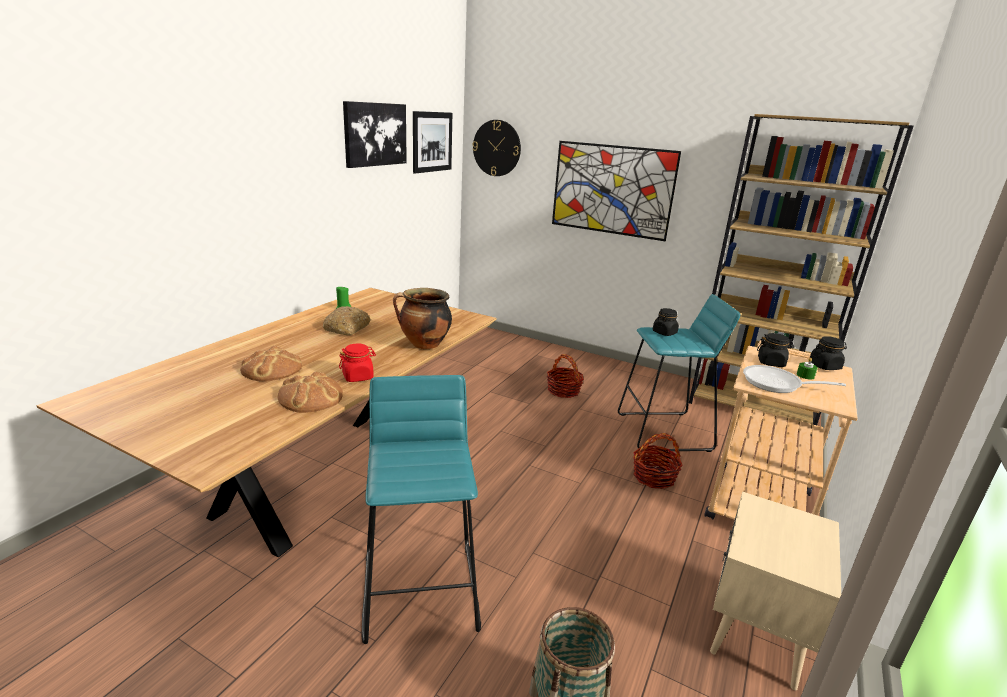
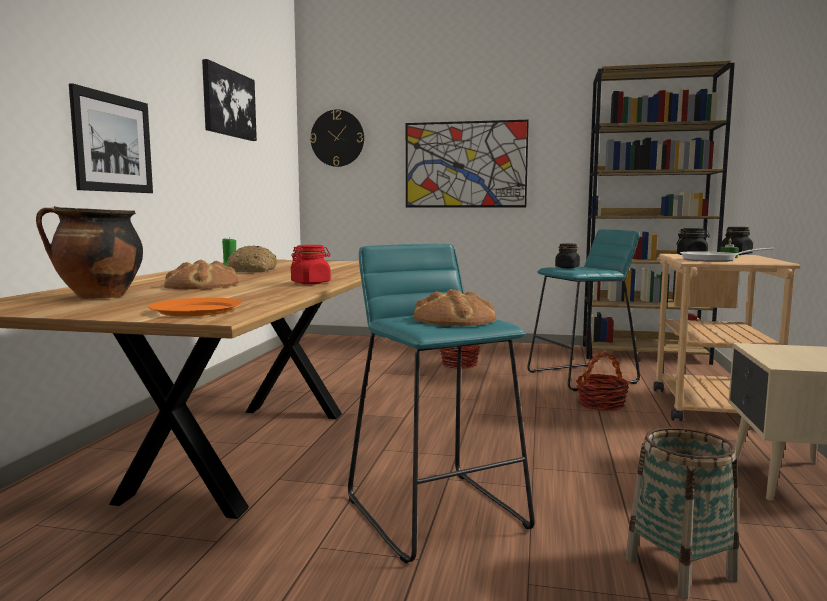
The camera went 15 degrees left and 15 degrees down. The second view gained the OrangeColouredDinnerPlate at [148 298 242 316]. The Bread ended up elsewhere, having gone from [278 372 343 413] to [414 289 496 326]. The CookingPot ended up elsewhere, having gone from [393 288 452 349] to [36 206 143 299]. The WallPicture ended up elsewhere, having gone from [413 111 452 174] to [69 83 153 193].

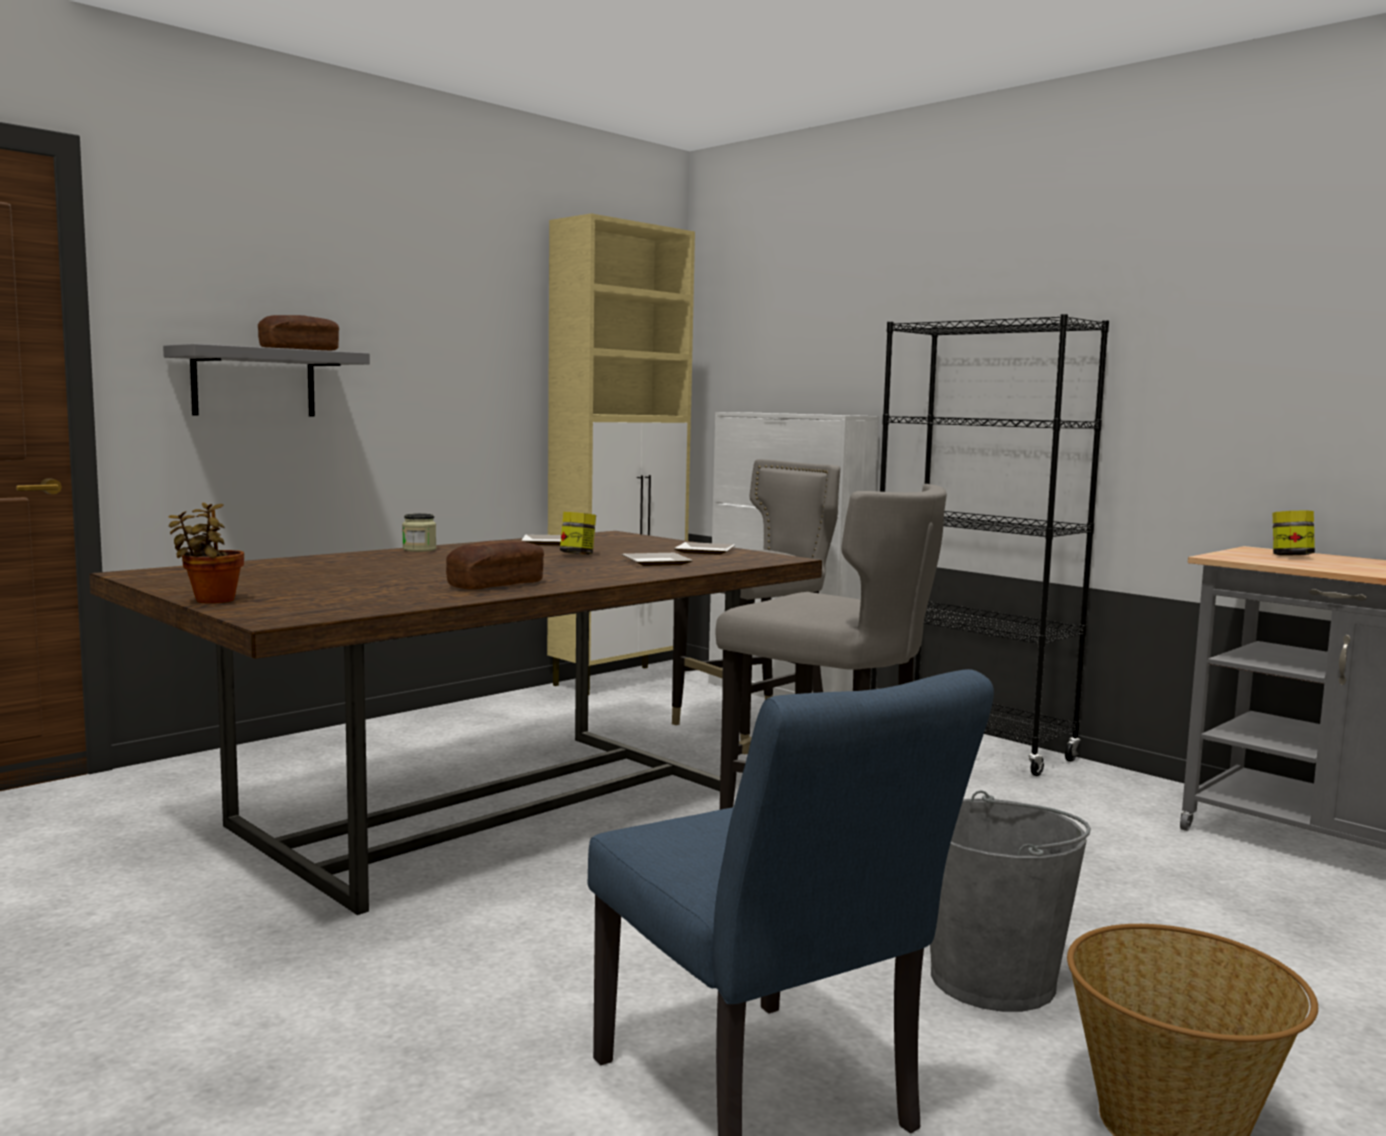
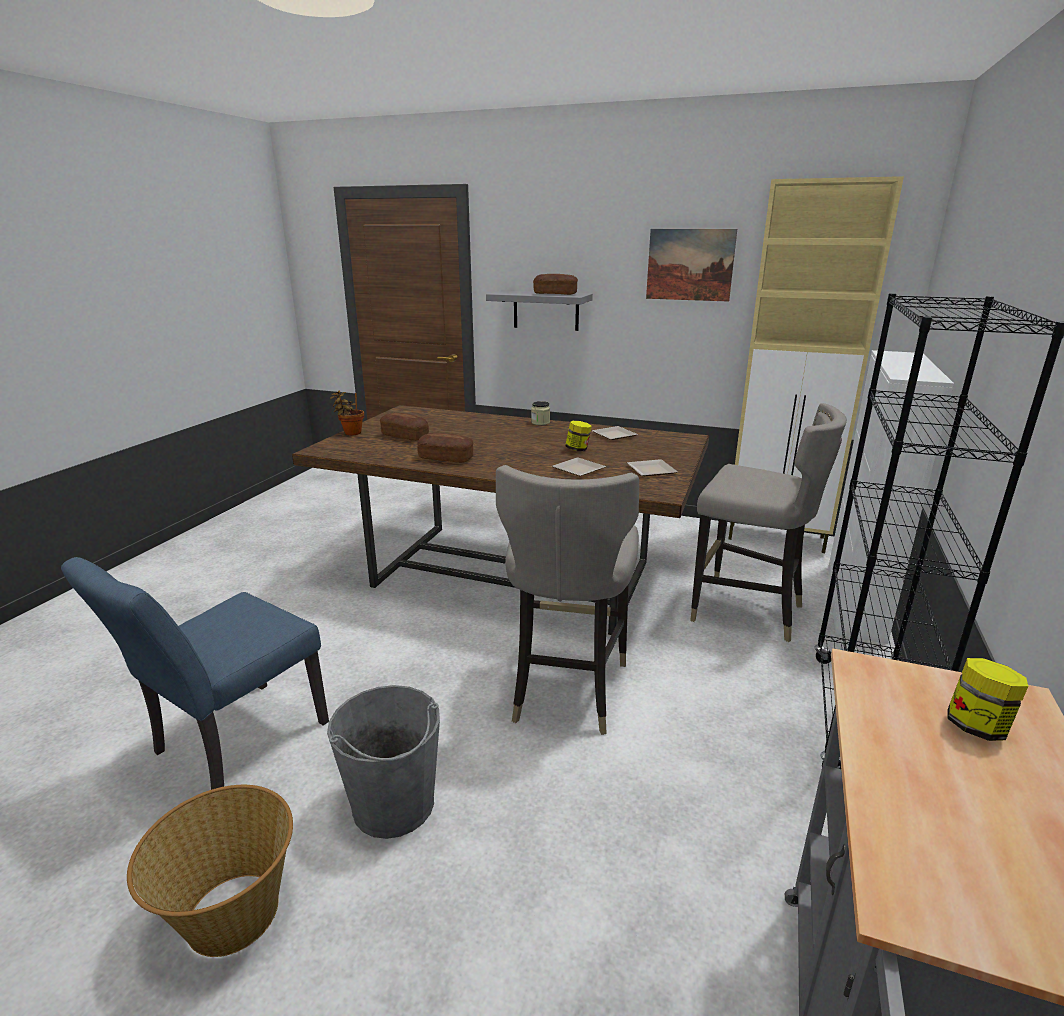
The camera went 65 degrees right and 15 degrees up. The second view gained the Bread at [380 413 429 441]. The second view gained the WallPicture at [646 229 737 302].

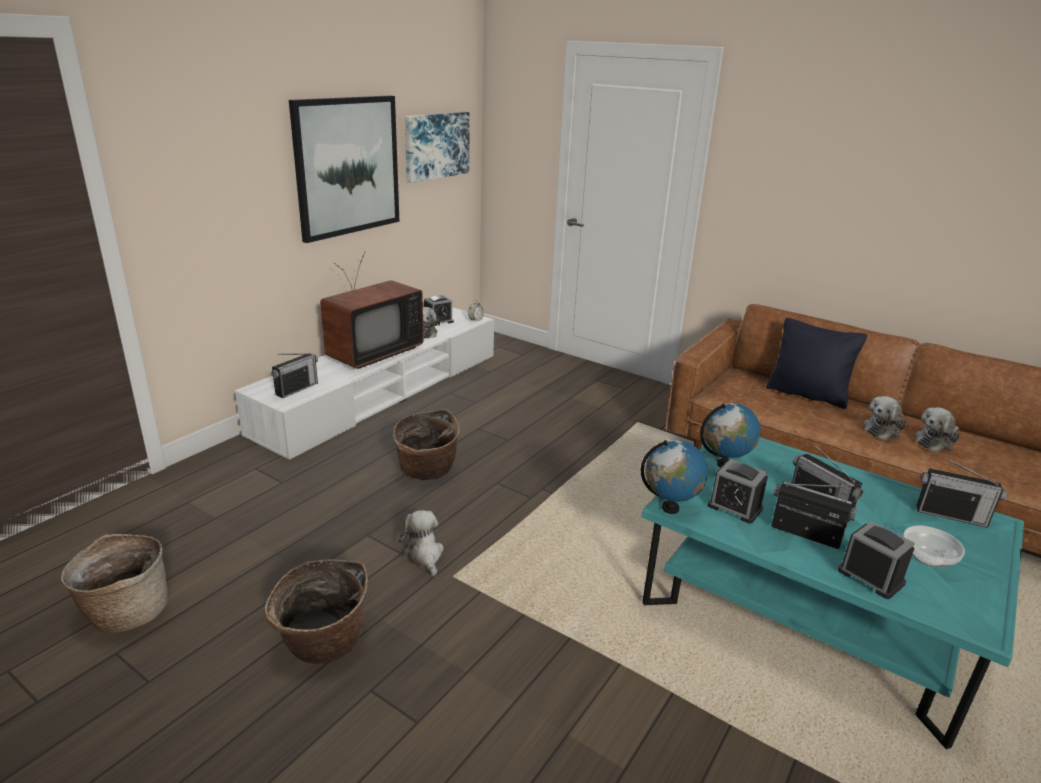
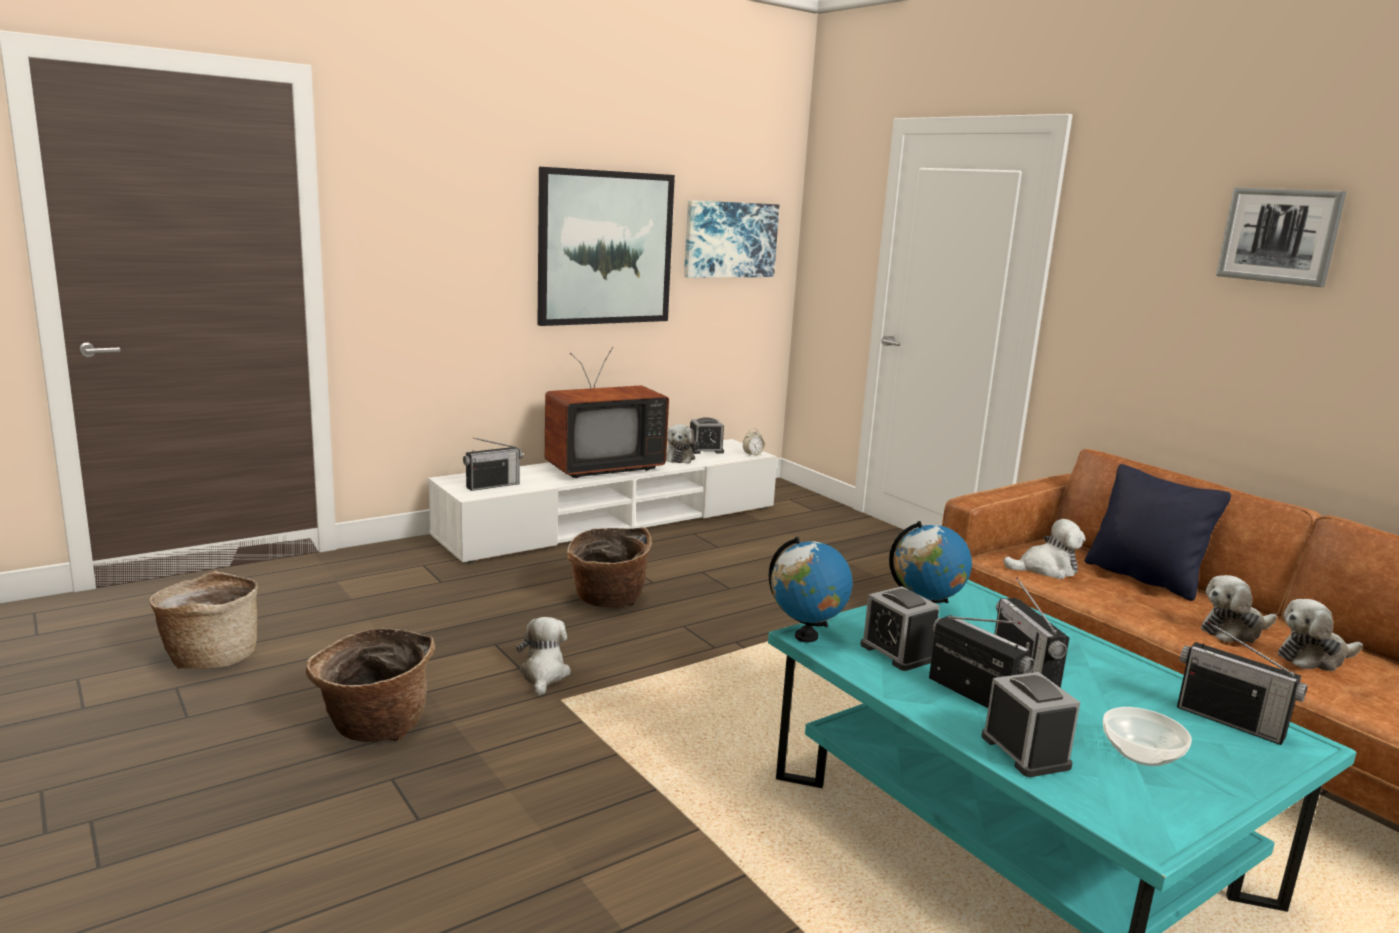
The camera went 20 degrees right and 10 degrees down. The second view gained the CuddlyToy at [1003 519 1086 579]. The second view gained the WallPicture at [1216 187 1346 287].

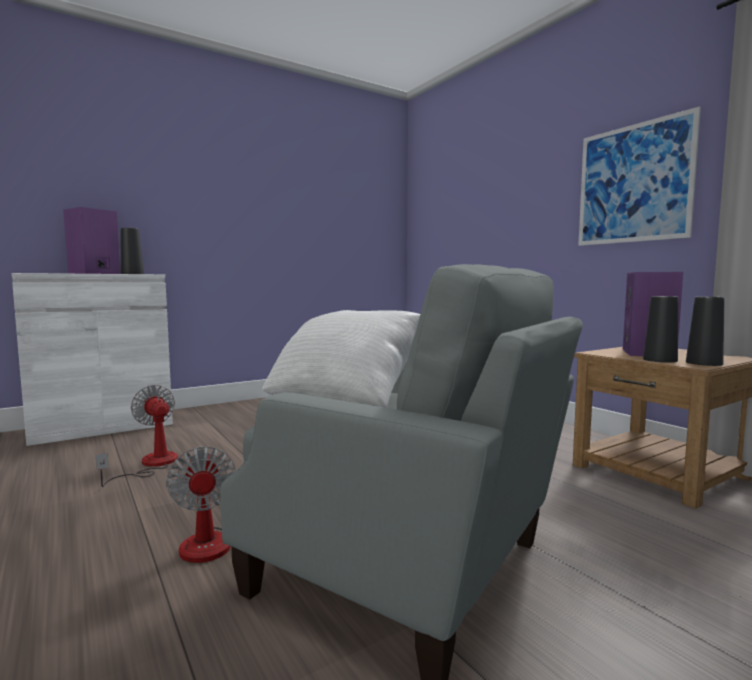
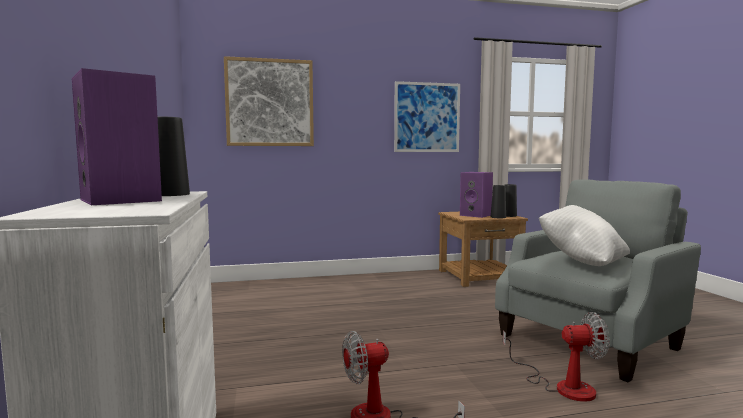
The camera went 70 degrees left and 0 degrees up. The second view gained the WallPicture at [224 56 314 146].

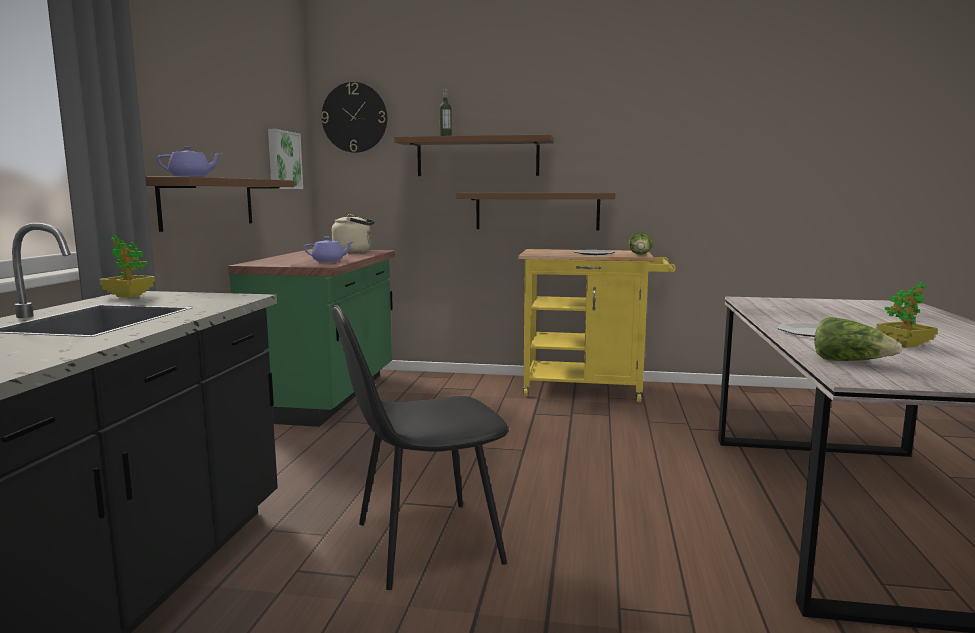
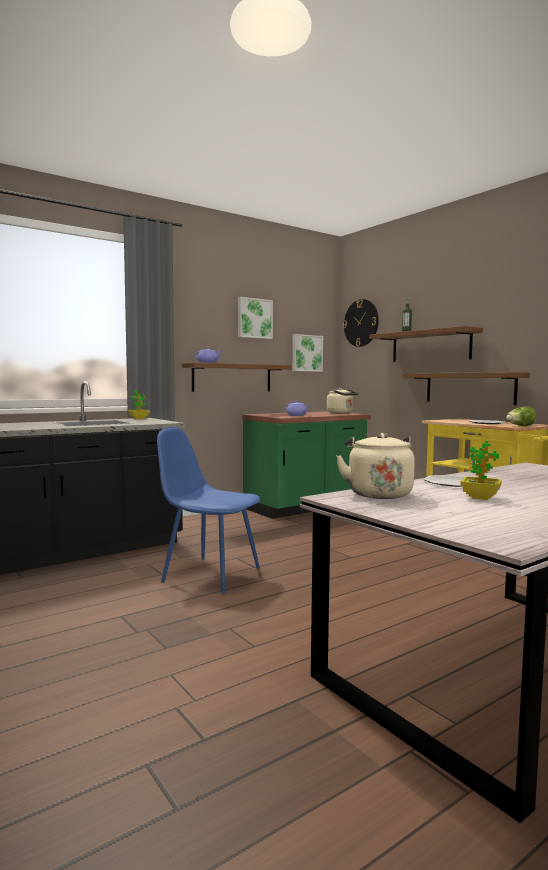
The camera went 45 degrees right and 5 degrees down. The second view gained the WallPicture at [238 297 273 339]. Where the Lettuce stood at [814 317 902 361], the BeigeColouredKettle came to stand at [336 433 415 499]. What was the BlackishChair at [332 305 509 590] turned into the BlueColouredChair at [157 427 260 594].

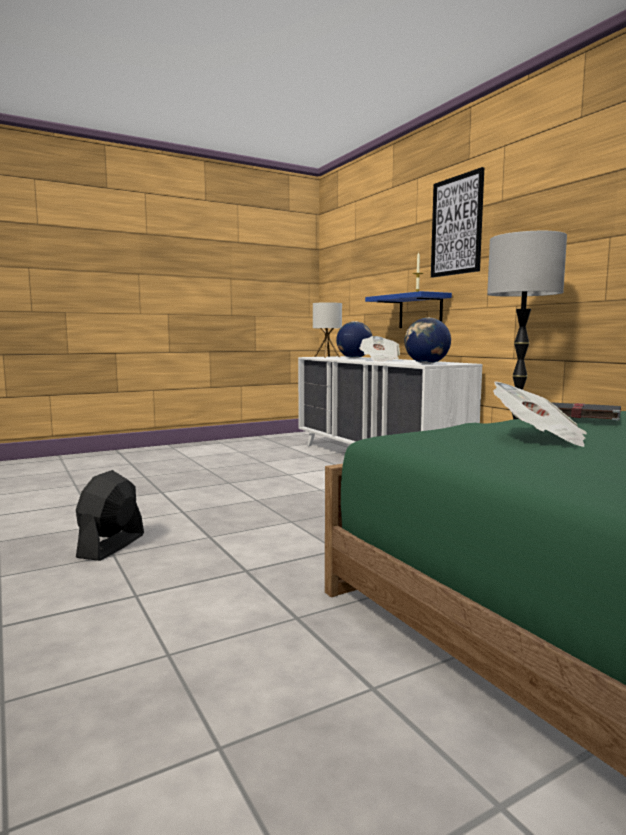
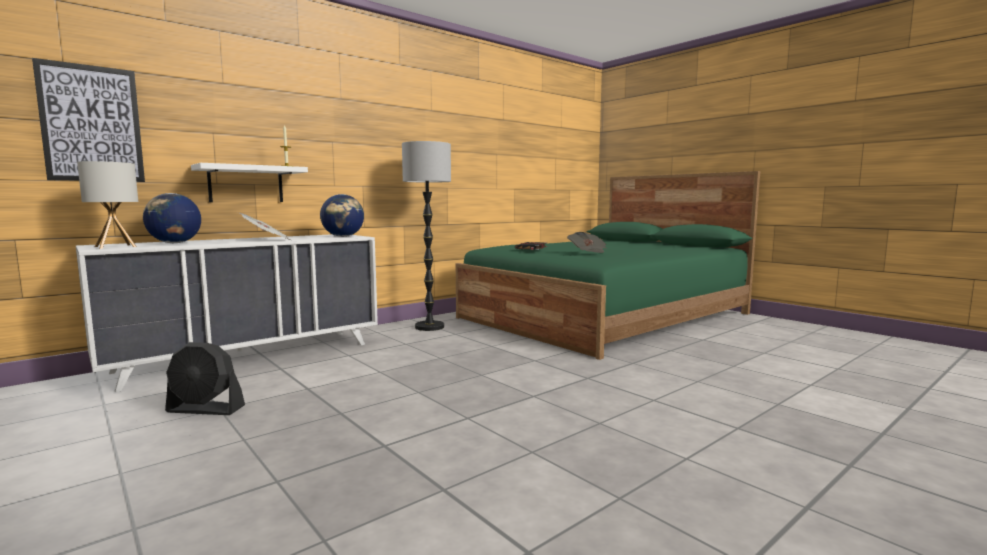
The camera went 100 degrees left and 0 degrees up. The BlackishCoolingFan ended up elsewhere, having gone from [76 470 144 561] to [165 342 245 415]. The WallPicture ended up elsewhere, having gone from [431 167 484 278] to [32 58 145 182]. What was the BlueColouredWallShelf at [365 291 452 328] turned into the WhitishWallShelf at [191 163 308 202].

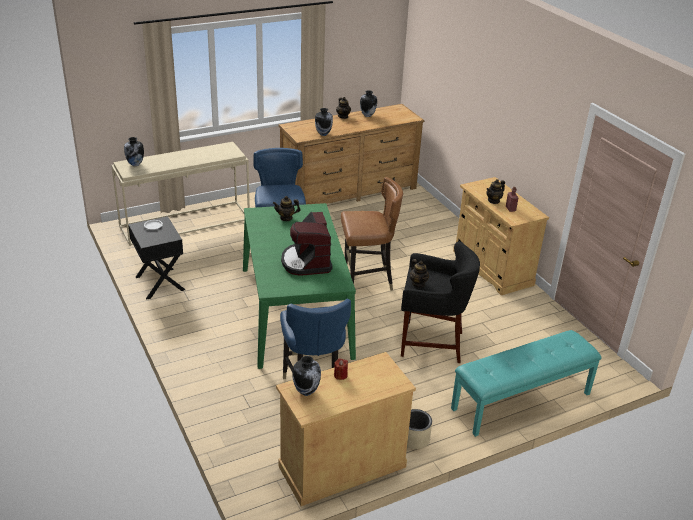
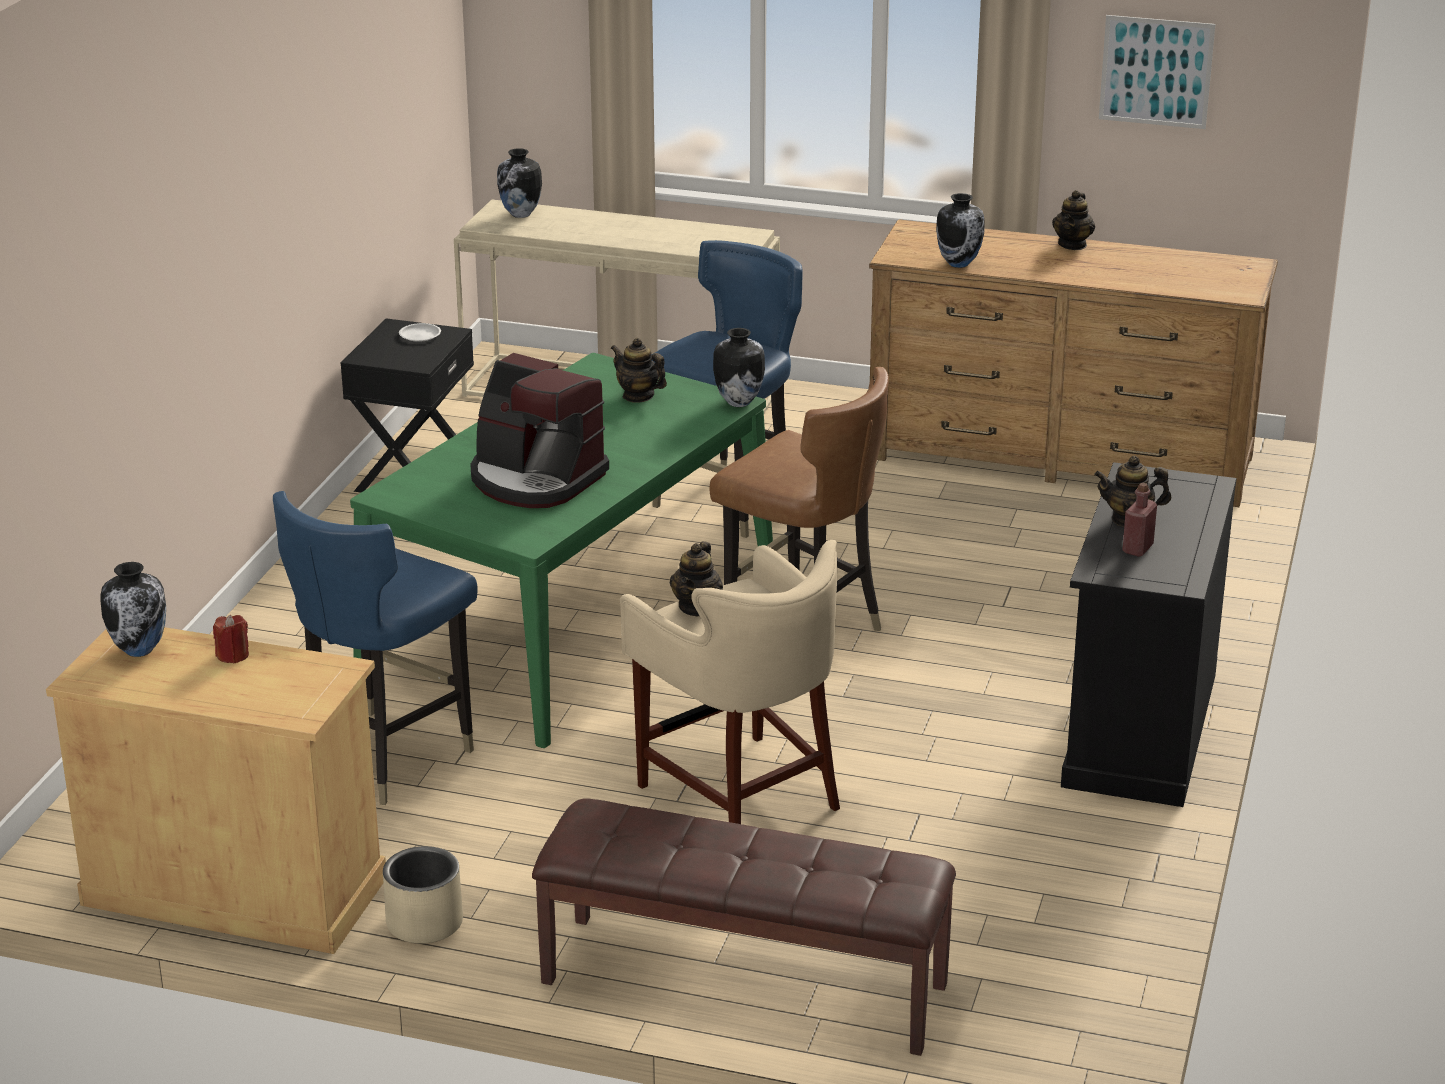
The camera went 45 degrees right and 5 degrees down. The second view gained the WallPicture at [1099 15 1215 129]. The DecorativeVase ended up elsewhere, having gone from [360 90 377 117] to [713 328 765 407]. What was the BlackishStoolSeat at [401 241 480 363] turned into the BeigeColouredStoolSeat at [620 540 840 824]. What was the BlueGreenLongSeat at [451 330 601 437] turned into the BrownColouredLongSeat at [532 798 956 1056]. What was the BeigeColouredStorageCabinet at [453 177 549 295] turned into the BlackishStorageCabinet at [1061 462 1237 807]. The CoffeeMachine at [281 212 333 276] ended up facing another way, 90 degrees counterclockwise from before.

